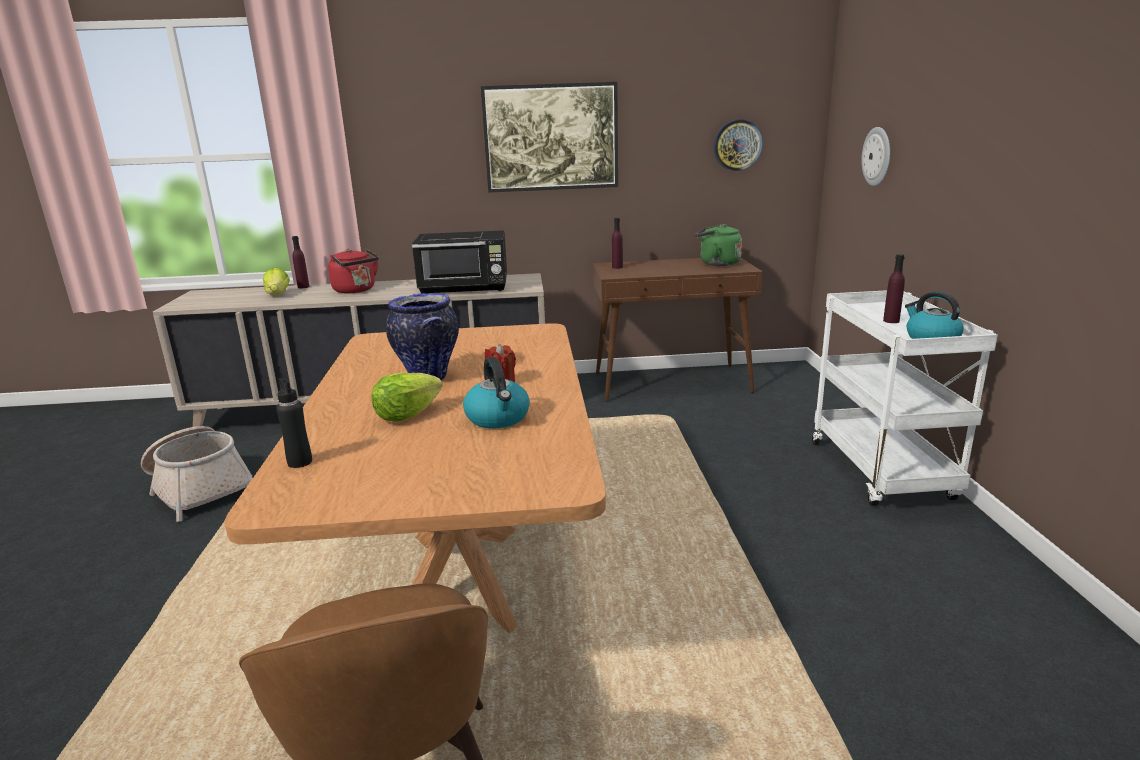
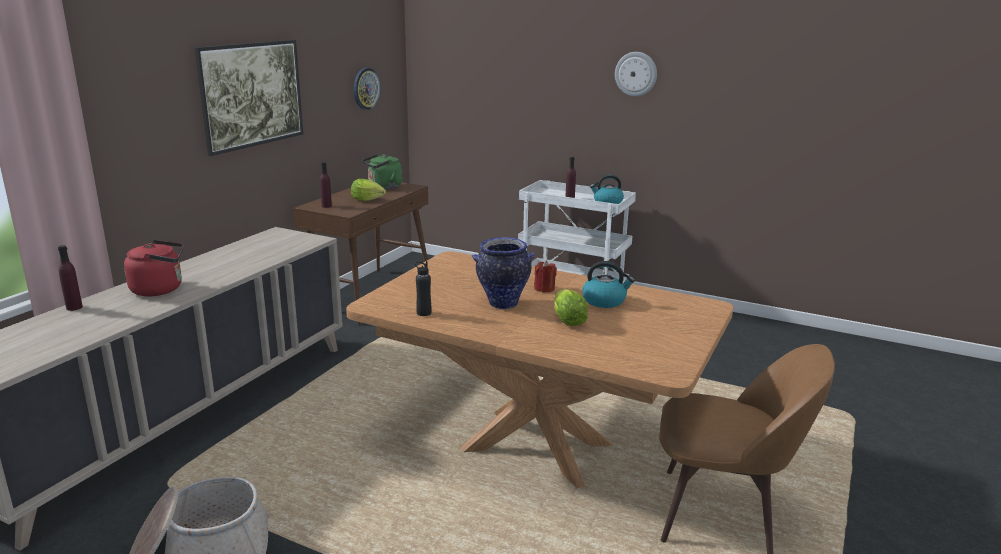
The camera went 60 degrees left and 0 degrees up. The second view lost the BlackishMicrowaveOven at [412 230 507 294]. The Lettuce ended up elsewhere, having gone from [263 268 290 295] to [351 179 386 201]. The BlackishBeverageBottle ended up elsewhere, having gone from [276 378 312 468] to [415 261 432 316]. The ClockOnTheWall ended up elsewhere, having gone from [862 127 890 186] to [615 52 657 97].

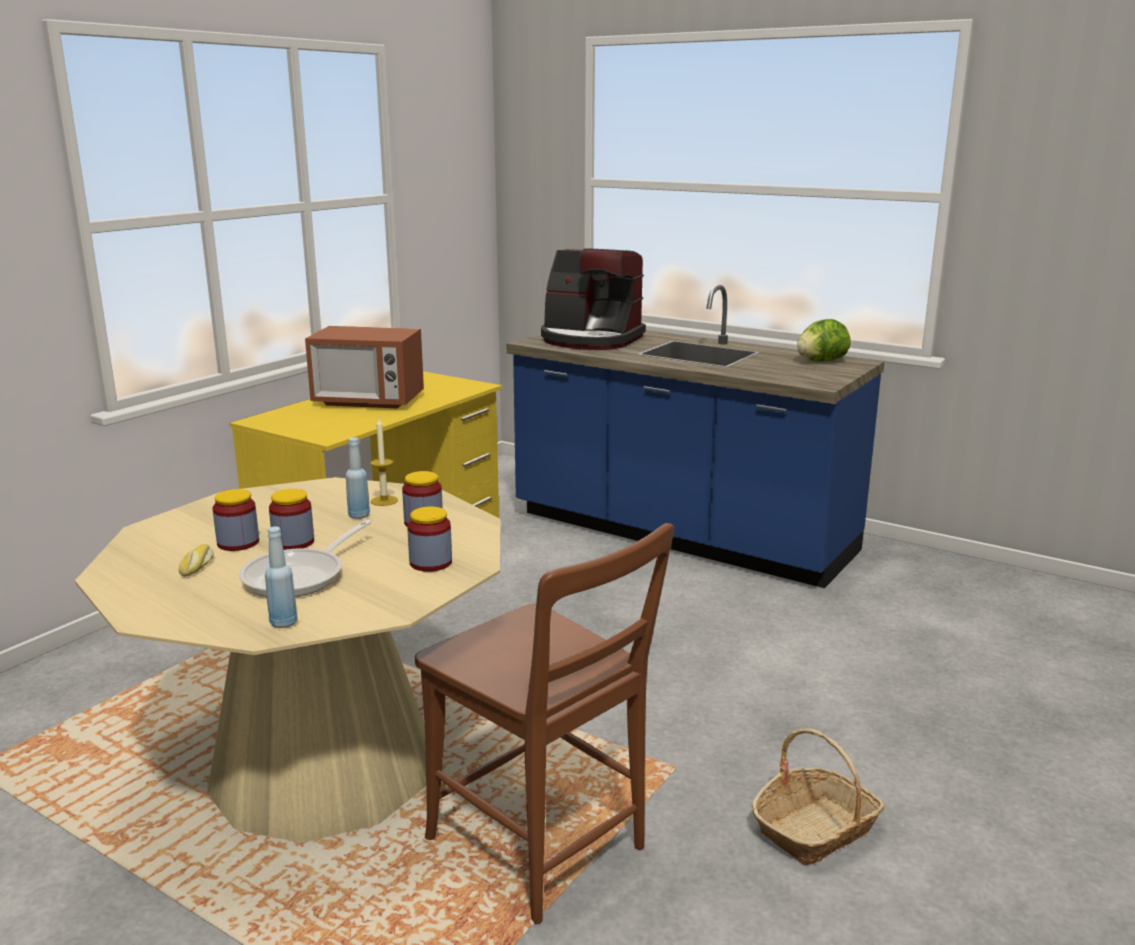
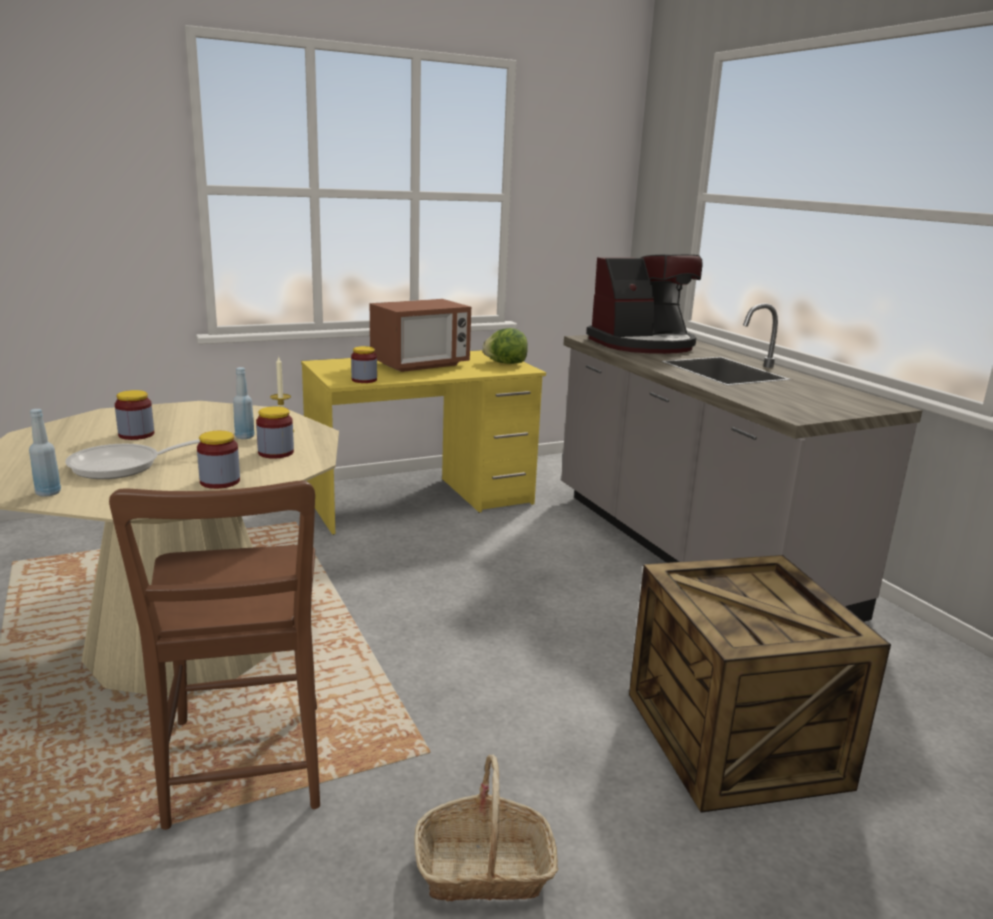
The camera went 30 degrees right and 0 degrees up. The second view lost the Bread at [179 544 214 577]. The second view gained the PackingCrate at [629 555 891 813]. The StorageJar ended up elsewhere, having gone from [269 489 314 550] to [351 346 377 383]. The Lettuce ended up elsewhere, having gone from [797 319 851 362] to [482 328 528 364]. What was the BlueColouredKitchenCounter at [507 285 885 588] turned into the GrayKitchenCounter at [561 303 923 622]. The MicrowaveOven at [305 326 424 408] ended up facing another way, 75 degrees counterclockwise from before. The CoffeeMachine at [541 248 646 350] ended up facing another way, 75 degrees counterclockwise from before.

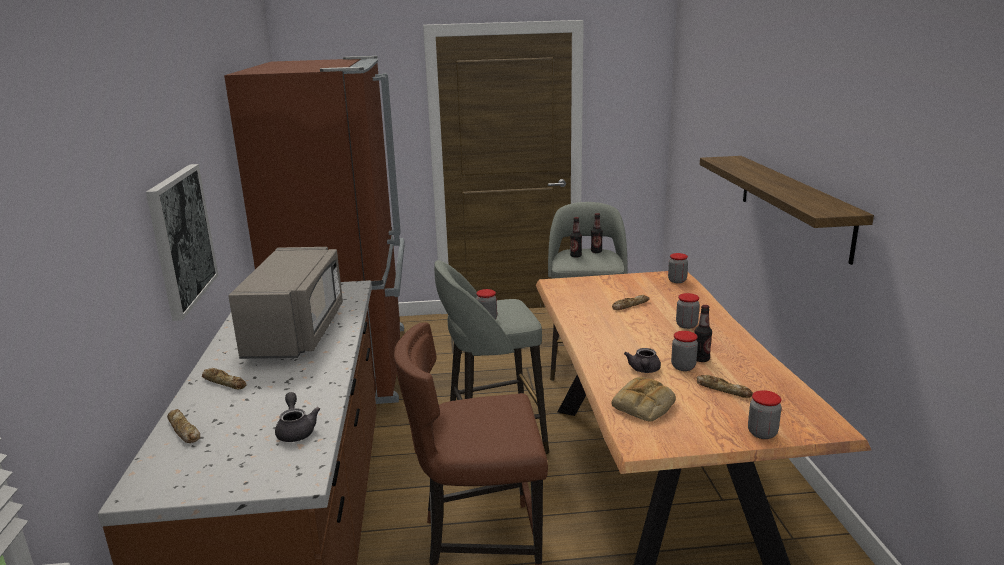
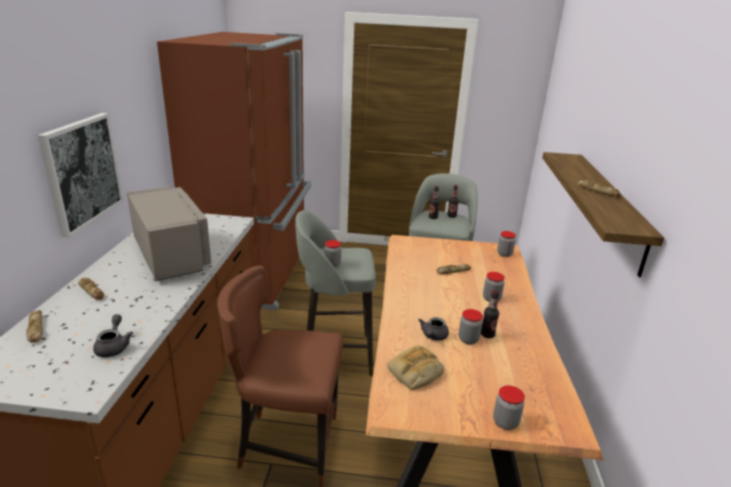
The camera went 10 degrees right and 5 degrees up. The Bread ended up elsewhere, having gone from [697 375 753 398] to [578 180 621 197]. The GrayMicrowaveOven at [228 247 343 359] ended up facing another way, 45 degrees counterclockwise from before.

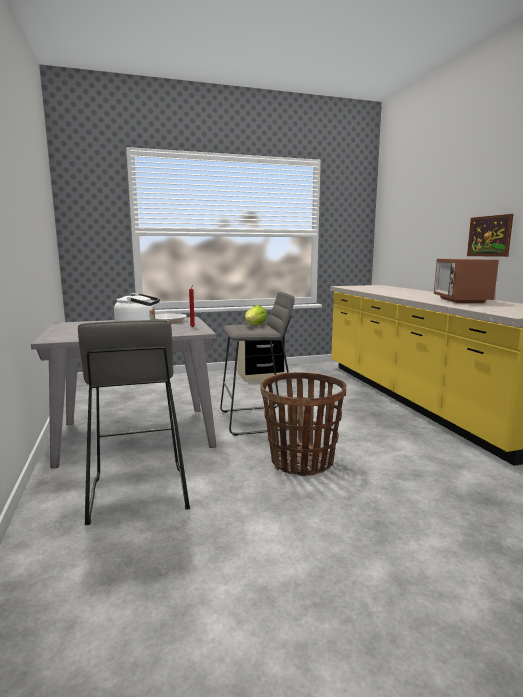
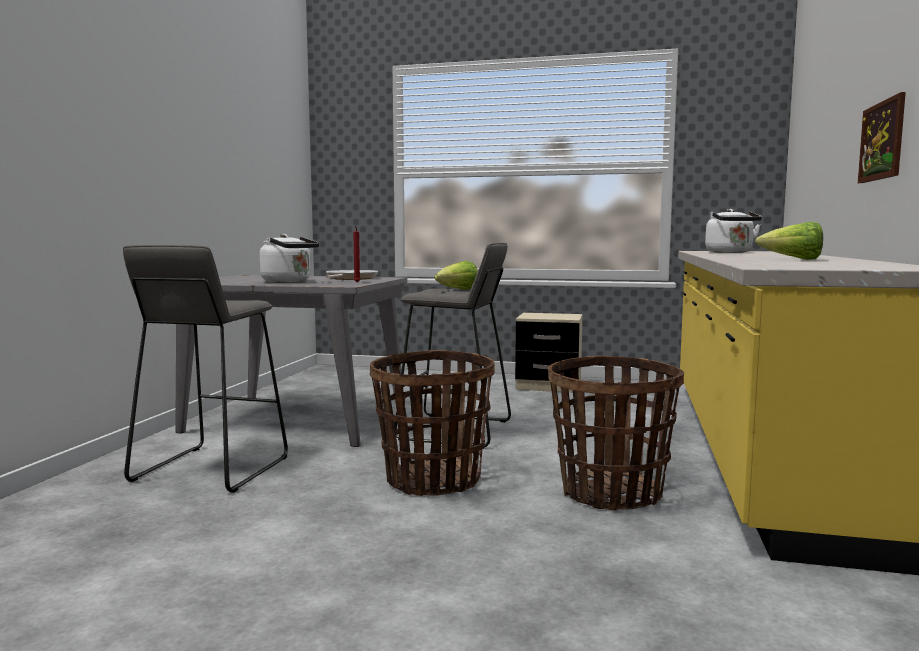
The camera went 30 degrees right and 5 degrees down. The second view gained the HouseholdBasket at [548 356 684 510]. The second view gained the WhitishKettle at [705 209 762 253]. Where the MicrowaveOven stood at [434 259 499 303], the Lettuce came to stand at [755 222 823 260].

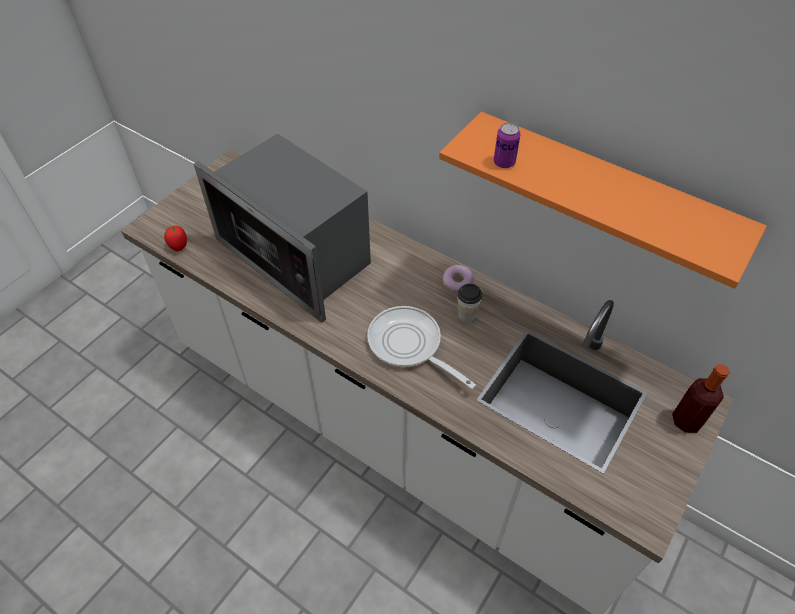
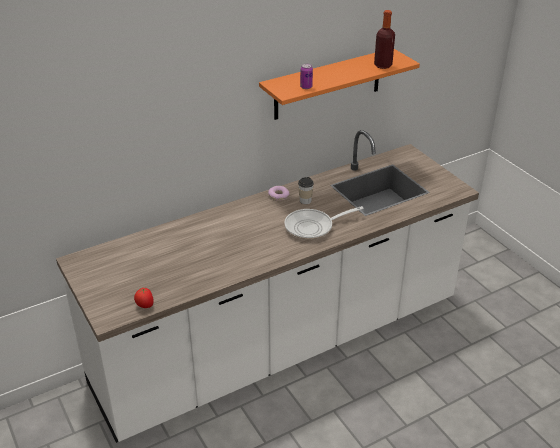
The camera went 65 degrees left and 15 degrees down. The second view lost the MicrowaveOven at [194 134 371 323]. The BeverageBottle ended up elsewhere, having gone from [672 364 729 433] to [374 10 395 69].

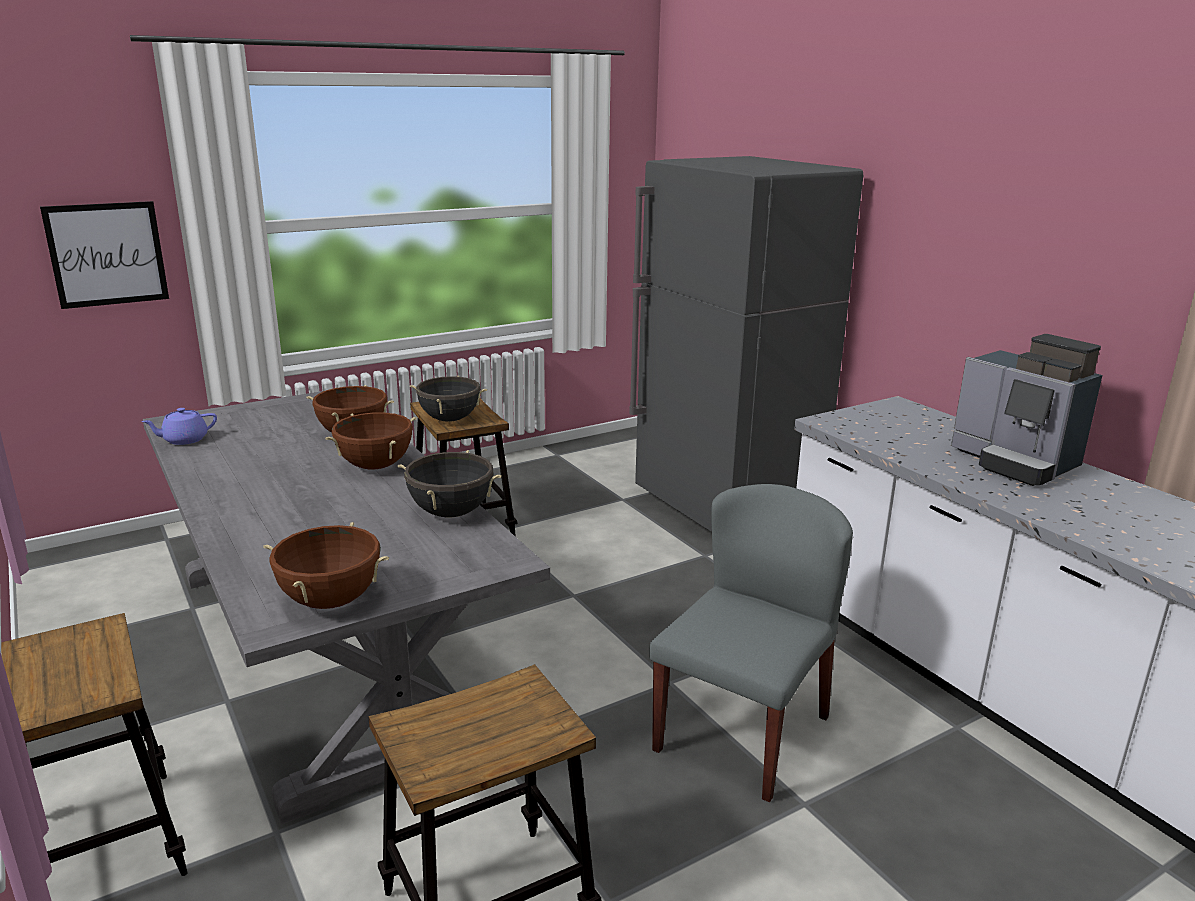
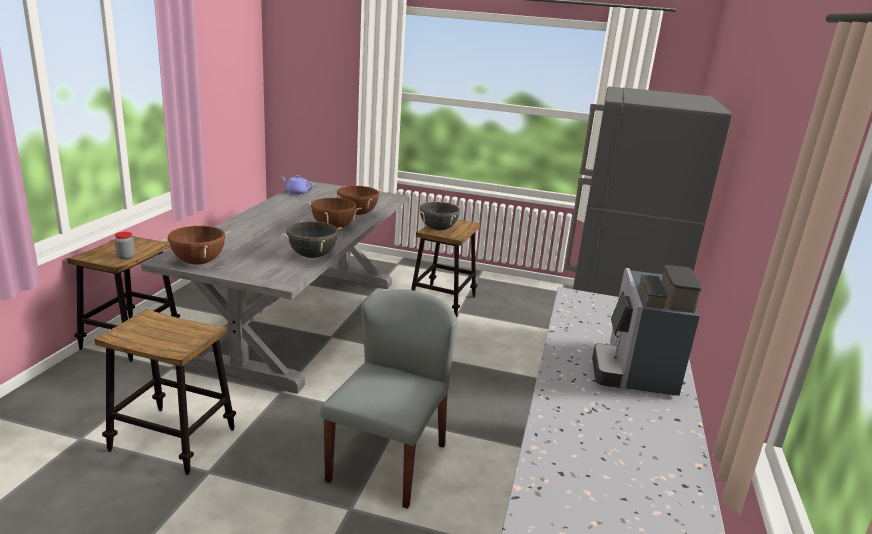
The camera went 45 degrees right and 0 degrees up. The second view lost the WallPicture at [40 201 169 309]. The second view gained the StorageJar at [115 232 135 260]. The GrayChair at [649 484 853 802] ended up facing another way, 60 degrees counterclockwise from before.

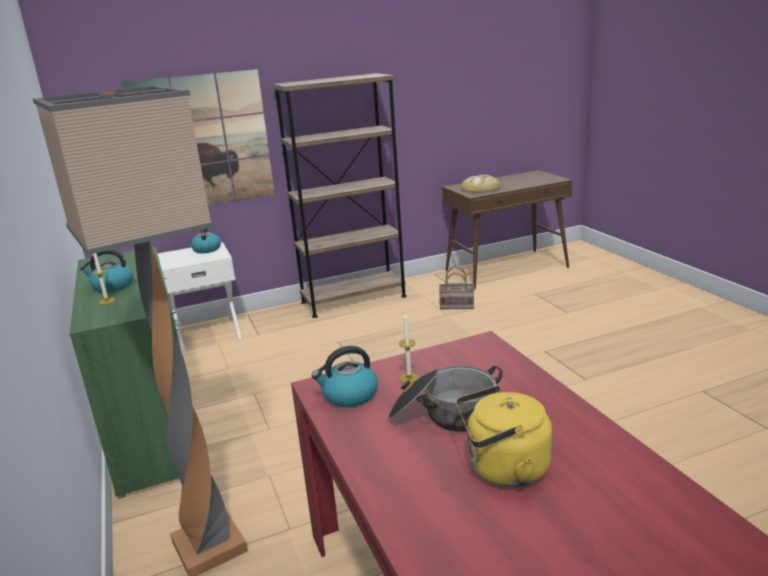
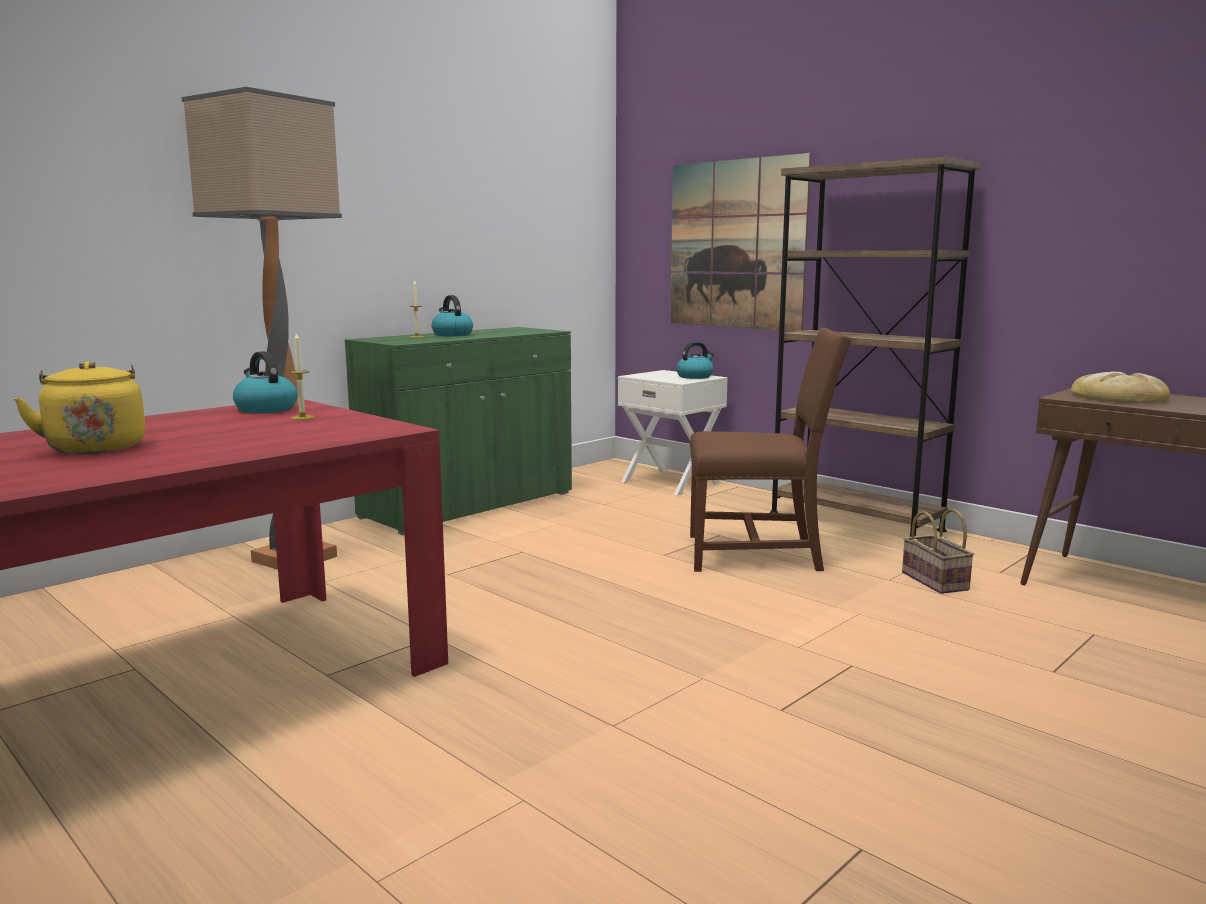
The camera went 65 degrees right and 10 degrees down. The second view lost the CookingPot at [388 366 503 432]. The second view gained the BrownColouredChair at [690 327 852 572].

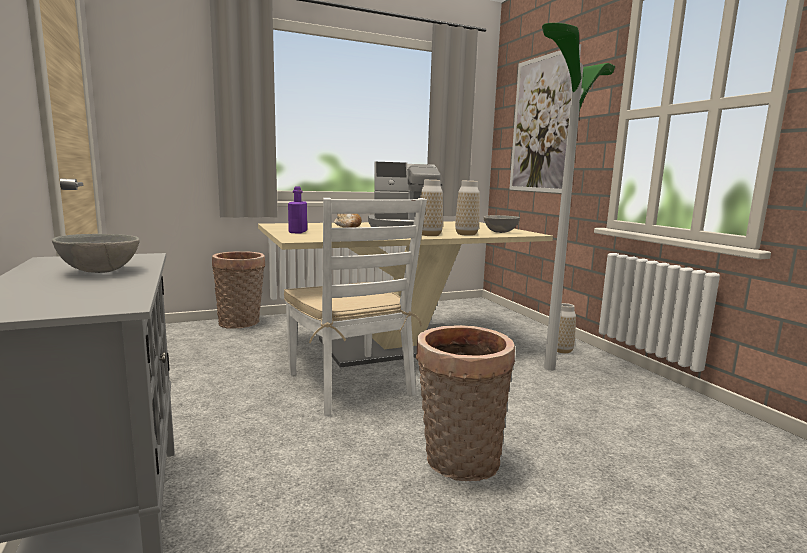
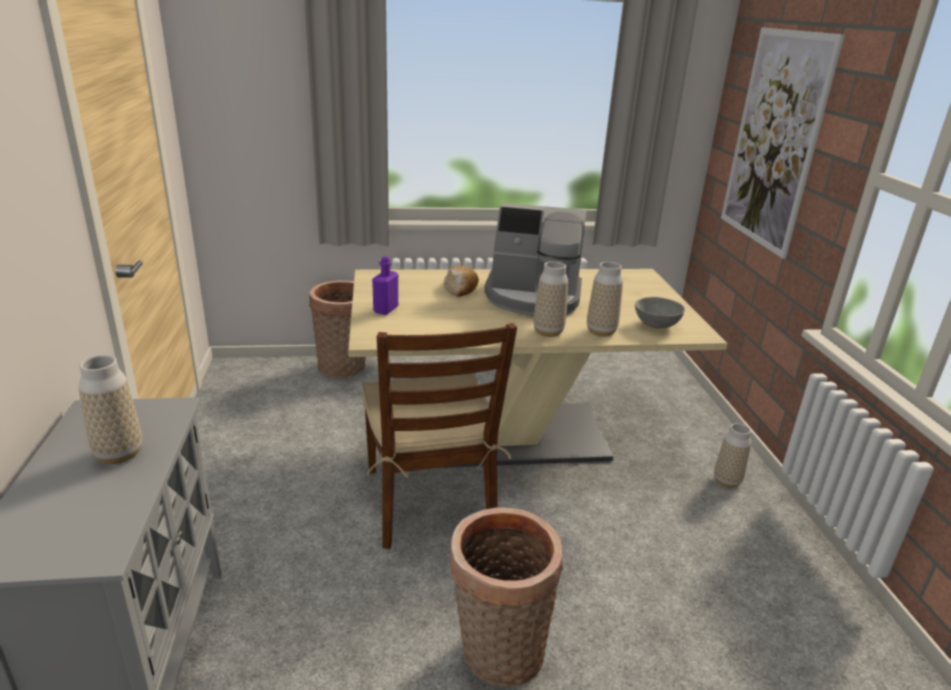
The camera went 15 degrees right and 15 degrees up. The second view lost the StandardLamp at [542 23 615 371]. Where the GrayDeepDish stood at [52 234 140 273], the DecorativeVase came to stand at [78 355 142 464]. What was the WhitishChair at [284 198 427 416] turned into the BrownColouredChair at [362 323 517 549].

